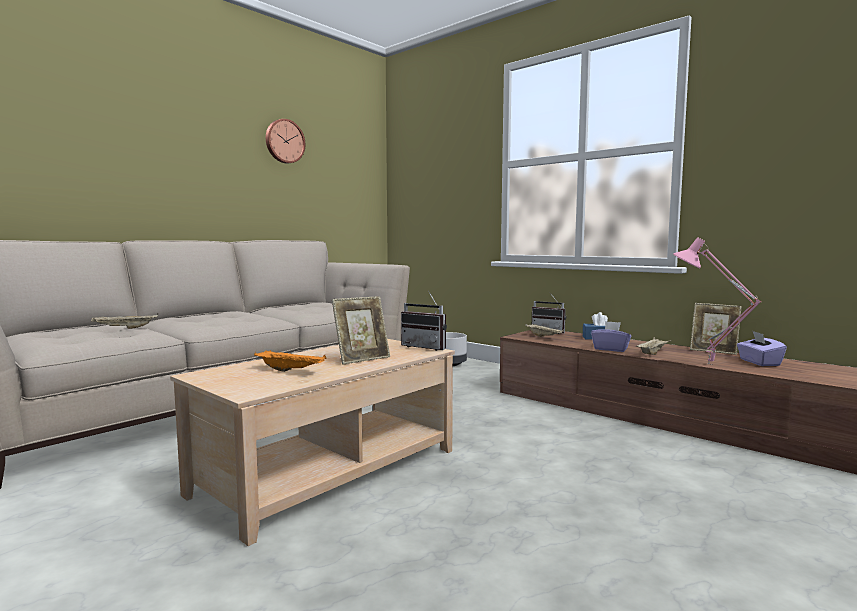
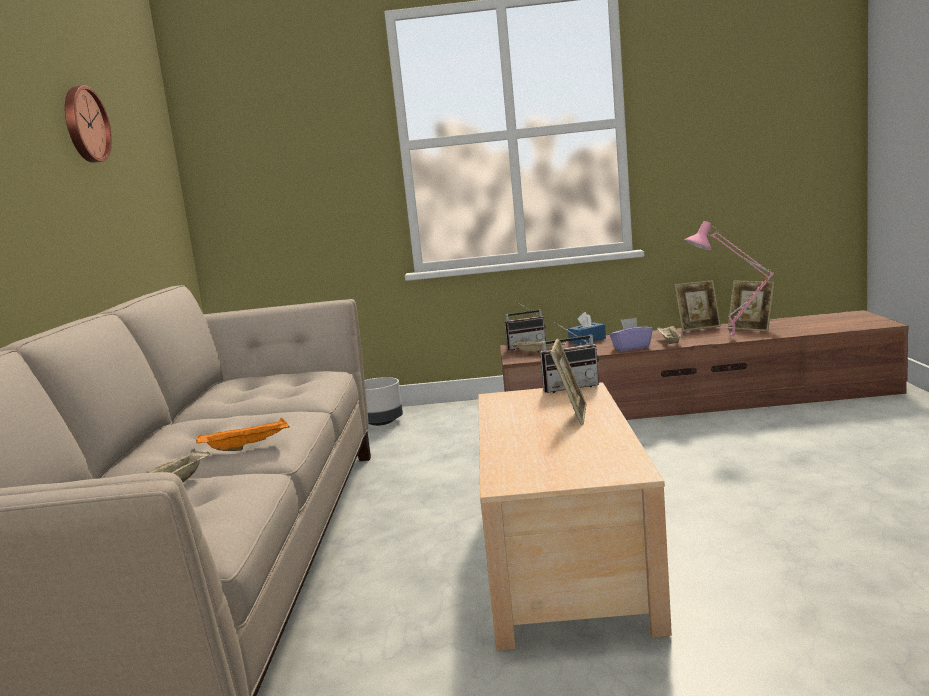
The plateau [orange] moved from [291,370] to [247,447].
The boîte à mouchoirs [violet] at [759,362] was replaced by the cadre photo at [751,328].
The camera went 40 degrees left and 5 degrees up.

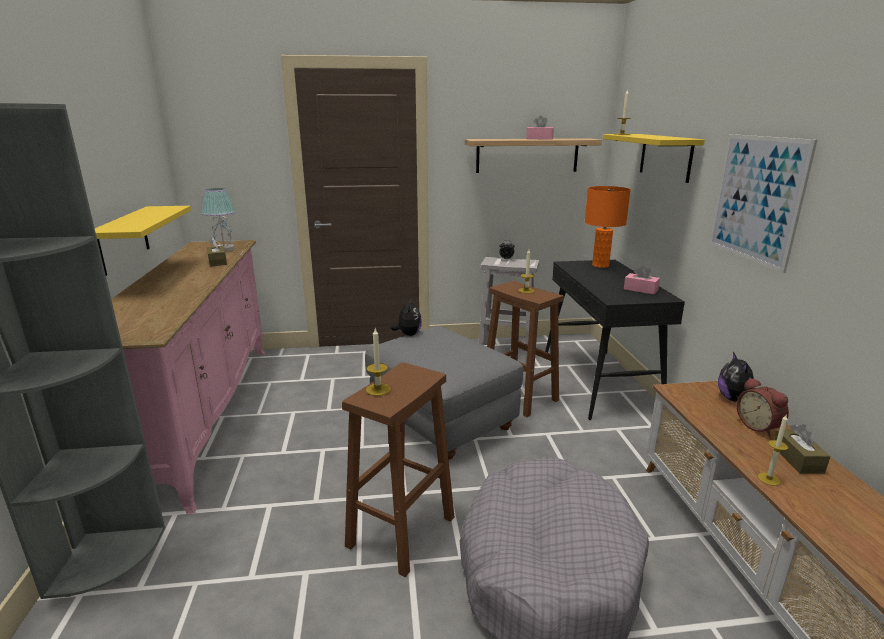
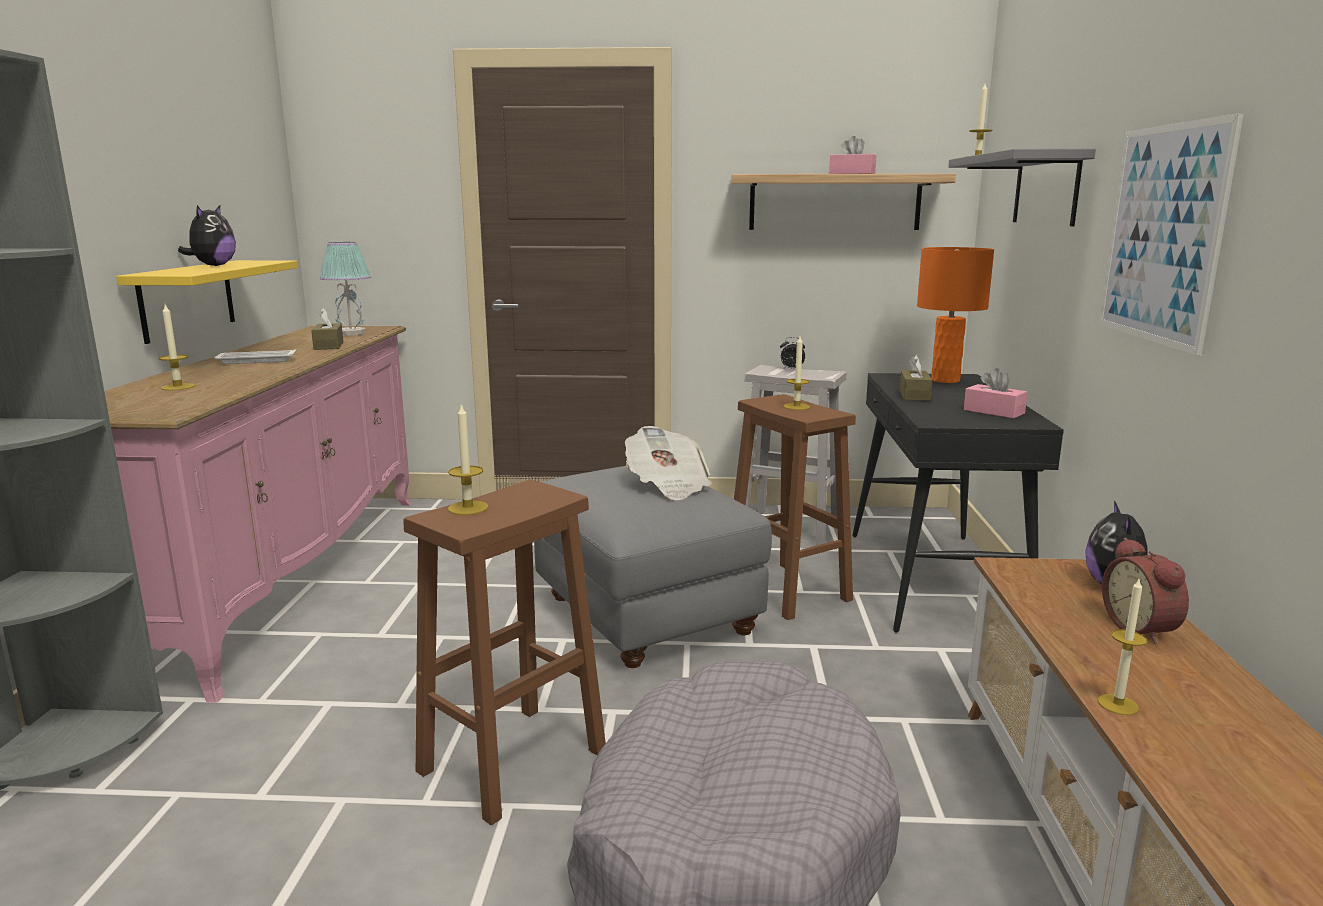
The peluche moved from [408,334] to [213,266].
The étagère [jaune] at [665,157] became the étagère [gris] at [1046,189].
The boîte à mouchoirs [marron] moved from [797,459] to [914,395].
The bougie at [178,387] appeared.
The plateau [blanc] at [255,361] appeared.
The journal at [667,486] appeared.
The camera went 10 degrees right and 5 degrees down.

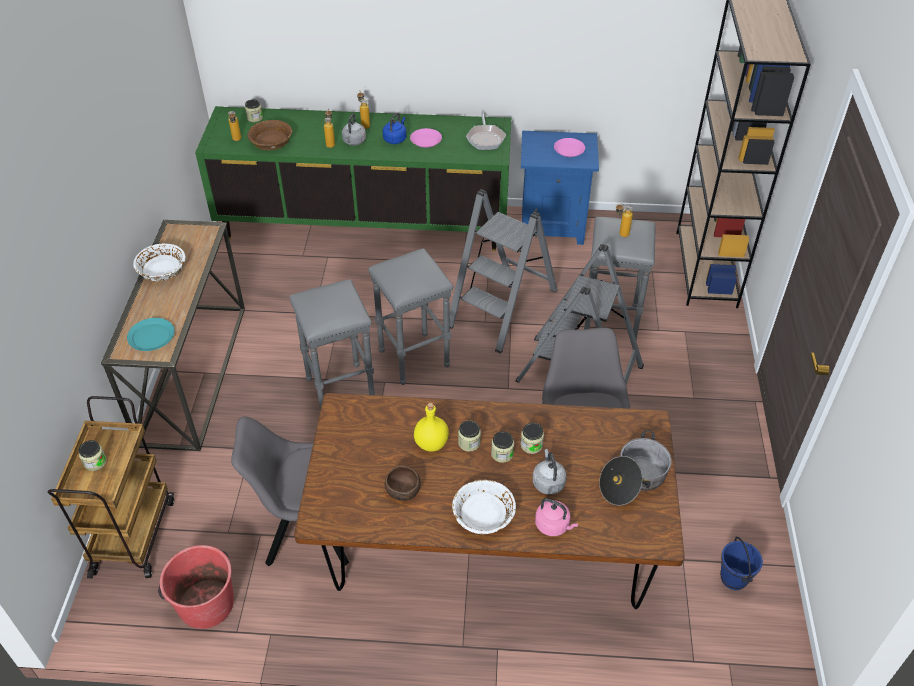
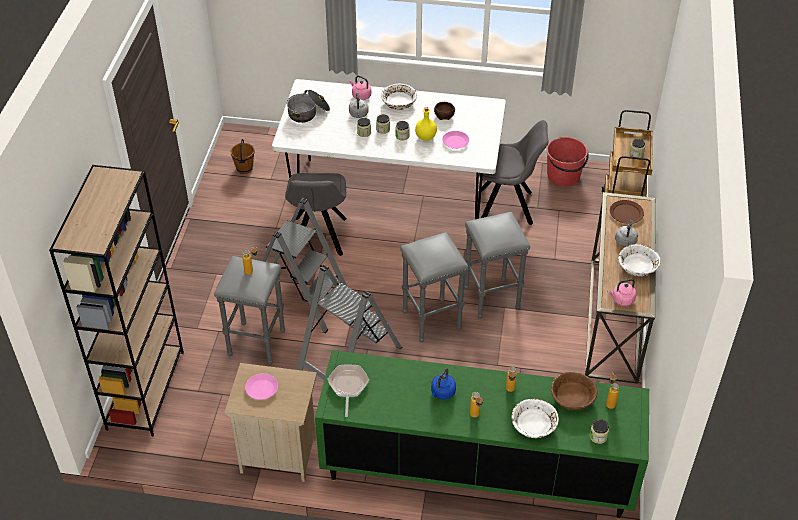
The assiette [turquoise] at [151,336] became the assiette [marron] at [626,213].
The table à manger [marron] at [487,553] became the table à manger [blanc] at [392,189].
The bouilloire [gris] moved from [354,142] to [625,240].
The assiette [rose] moved from [425,141] to [456,142].
The table de chevet [bleu] at [553,227] became the table de chevet [beige] at [278,452].
The seau [bleu] at [734,578] became the seau [marron] at [244,168].
The bol [blanc] at [534,424] appeared.
The bouilloire [rose] at [621,300] appeared.
The camera went 175 degrees left and 0 degrees up.

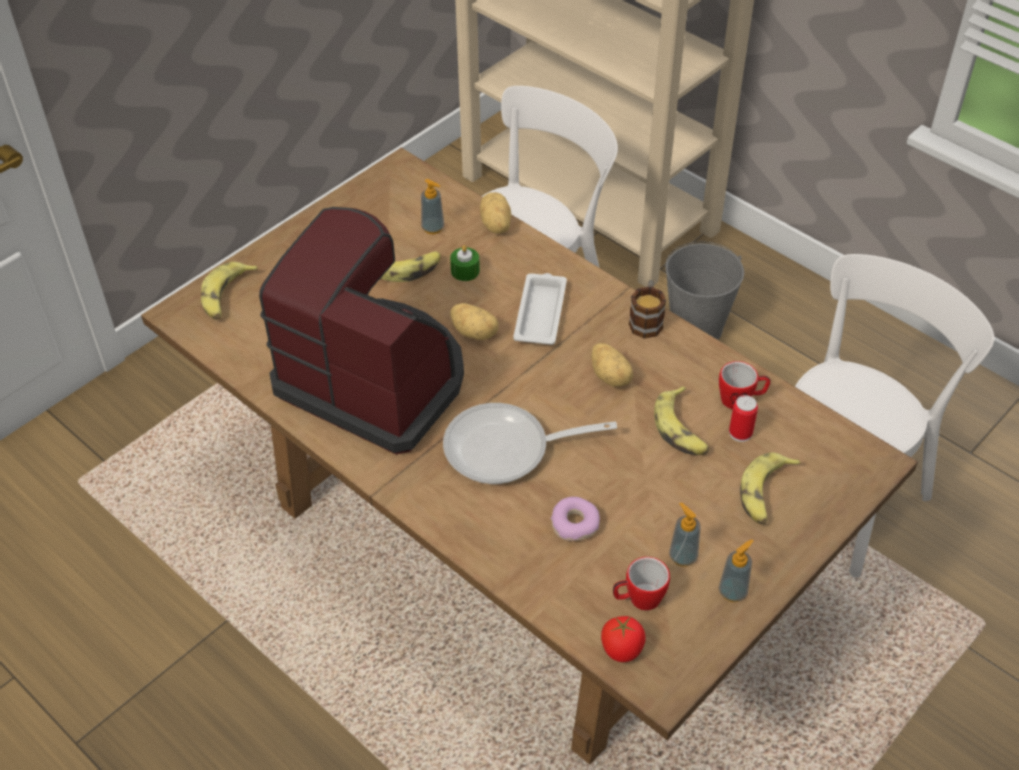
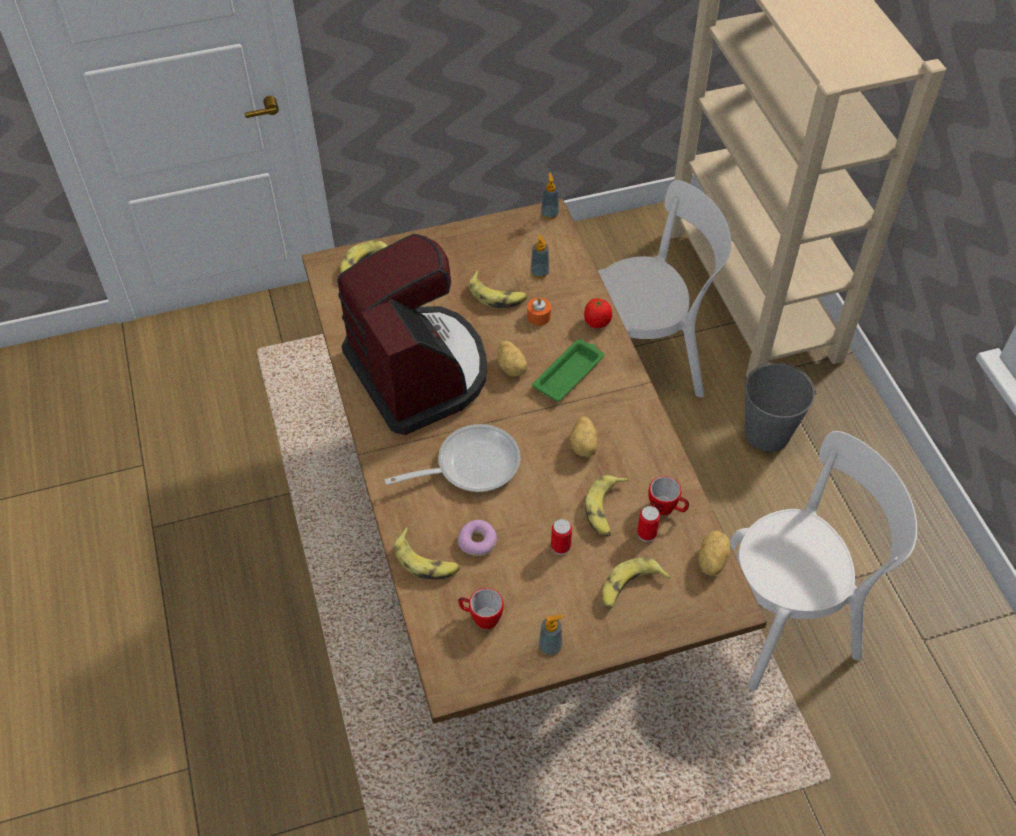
The poêle at [506,450] turned 135 degrees clockwise.
The bougie [vert] at [465,271] became the bougie [orange] at [538,316].
The pomme de terre moved from [495,225] to [711,561].
The plateau [blanc] at [540,312] became the plateau [vert] at [569,373].
The tomate moved from [622,649] to [597,322].
The mug at [646,320] disappeared.
The distributeur de savon moved from [683,556] to [549,214].
The banane at [426,561] appeared.
The boîte métallique at [560,546] appeared.
The camera went 30 degrees right and 5 degrees up.

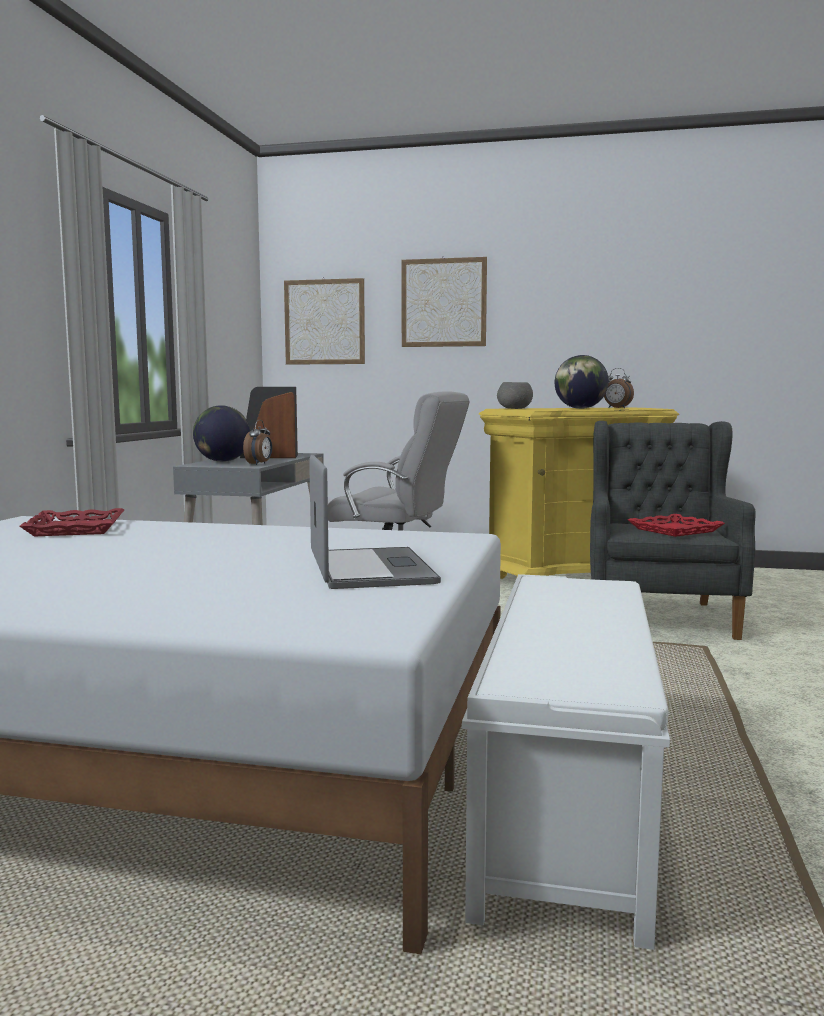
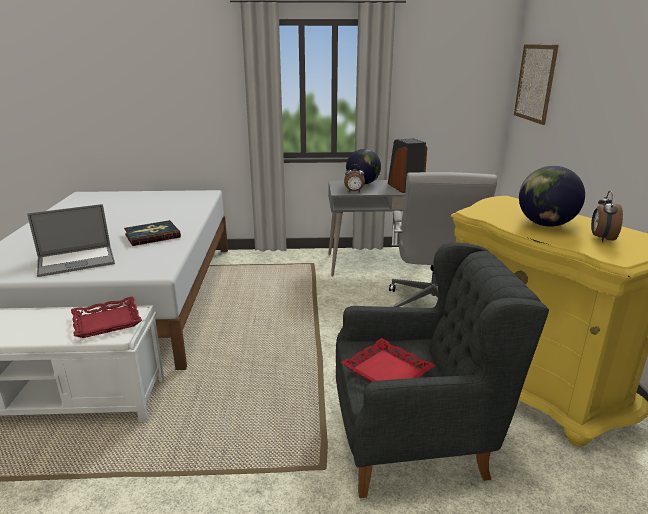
The plateau [rouge] moved from [76,529] to [107,322].
The tableau at [443,301] disappeared.
The bol [gris] at [515,408] disappeared.
The livre at [152,235] appeared.
The camera went 75 degrees right and 15 degrees up.

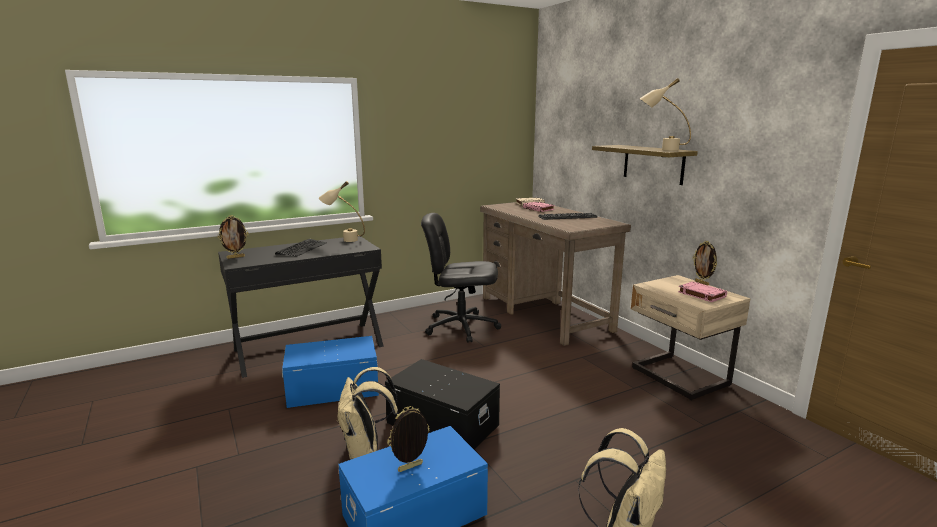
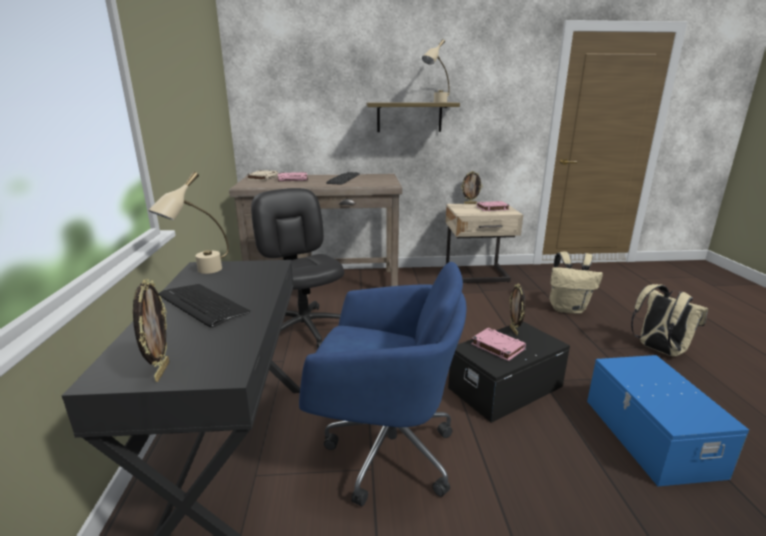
The boîte de rangement [bleu] at [332,387] was replaced by the chaise de bureau [bleu] at [384,453].
The sac à dos [beige] moved from [366,450] to [568,309].
The cadre photo moved from [410,468] to [514,331].
The chaise de bureau [noir] at [461,326] turned 120 degrees clockwise.
The livre [rose] at [497,346] appeared.
The camera went 65 degrees left and 5 degrees up.

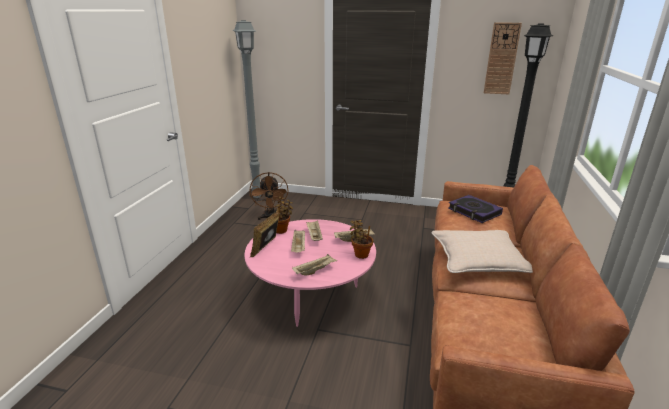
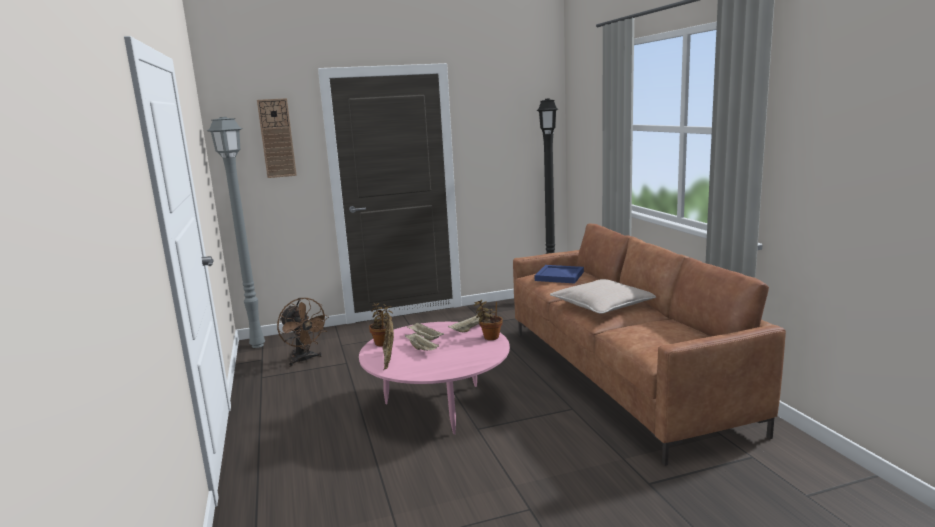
The plateau [beige] at [315,271] disappeared.
The livre at [474,212] was replaced by the plateau [bleu] at [560,276].
The horloge murale moved from [501,59] to [277,138].
The camera went 30 degrees left and 10 degrees down.

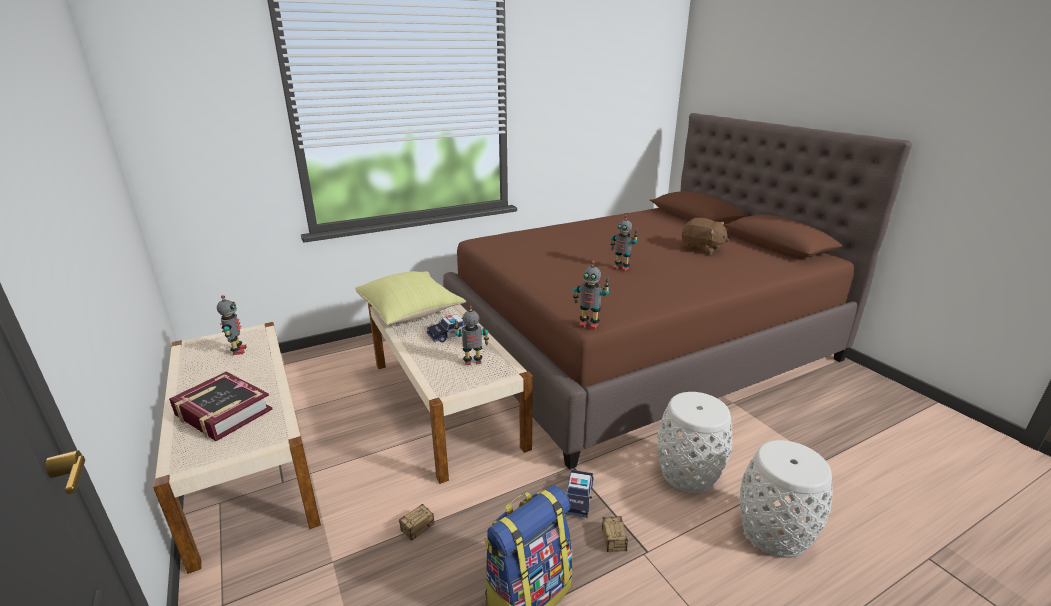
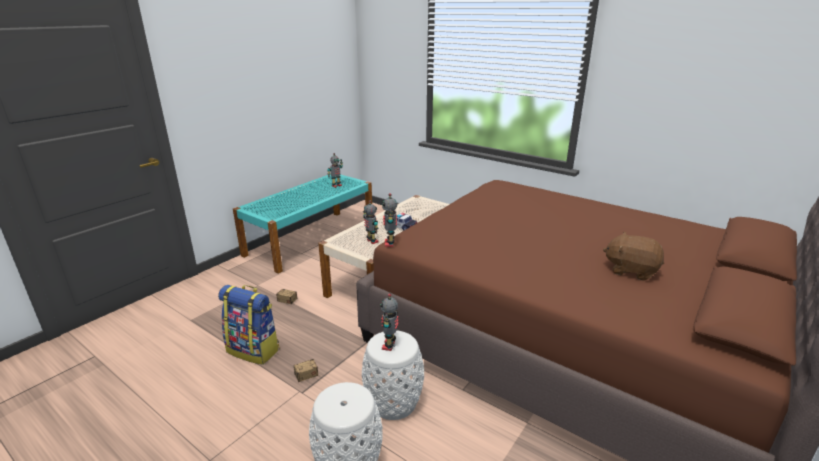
The banc [beige] at [247,460] became the banc [turquoise] at [310,239].
The livre at [223,413] disappeared.
The coussin [jaune] at [411,313] disappeared.
The petite voiture at [578,498] disappeared.
The robot jouet moved from [621,268] to [390,345].
The peluche [marron] at [702,249] turned 105 degrees clockwise.
The camera went 65 degrees right and 0 degrees up.

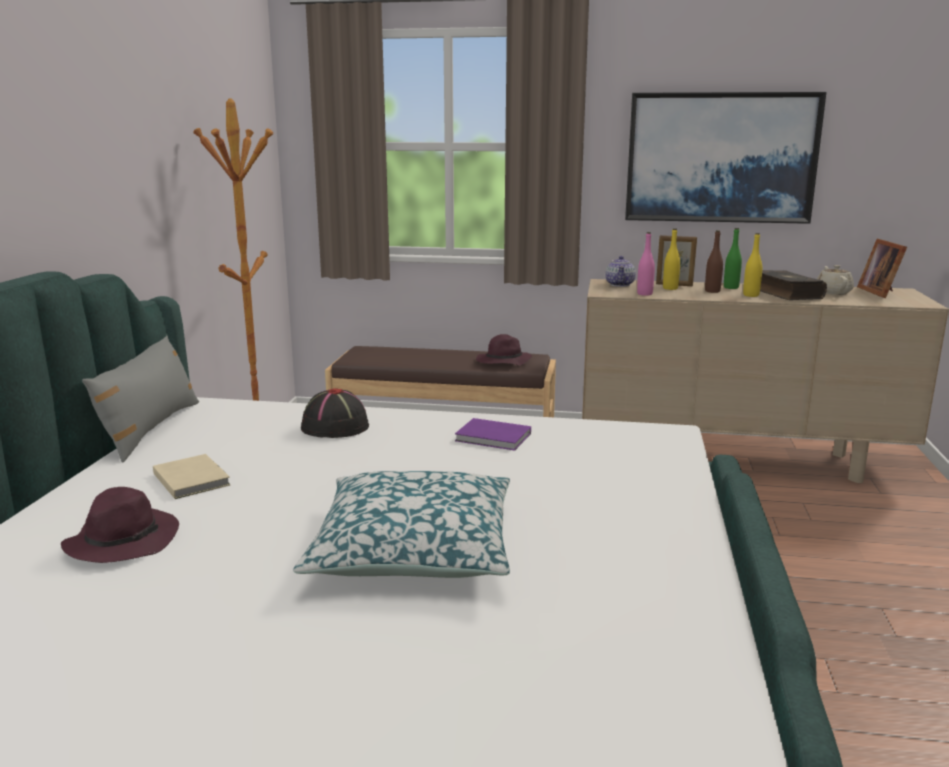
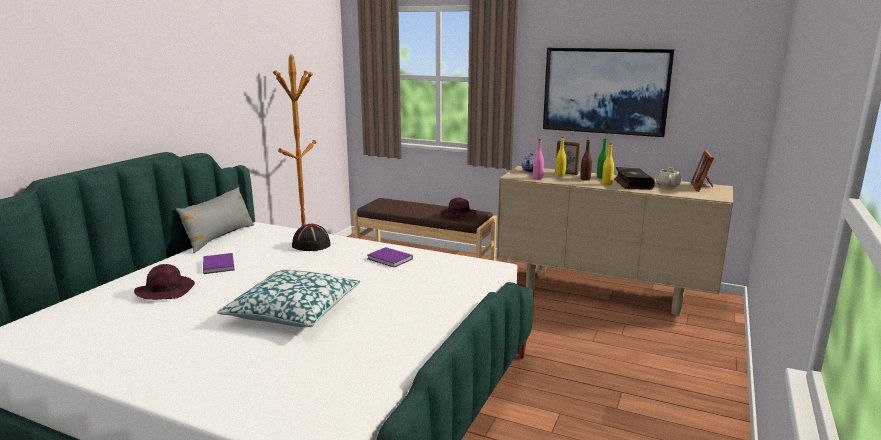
The livre [beige] at [192,478] became the livre [violet] at [219,265].
The camera went 15 degrees right and 0 degrees up.

